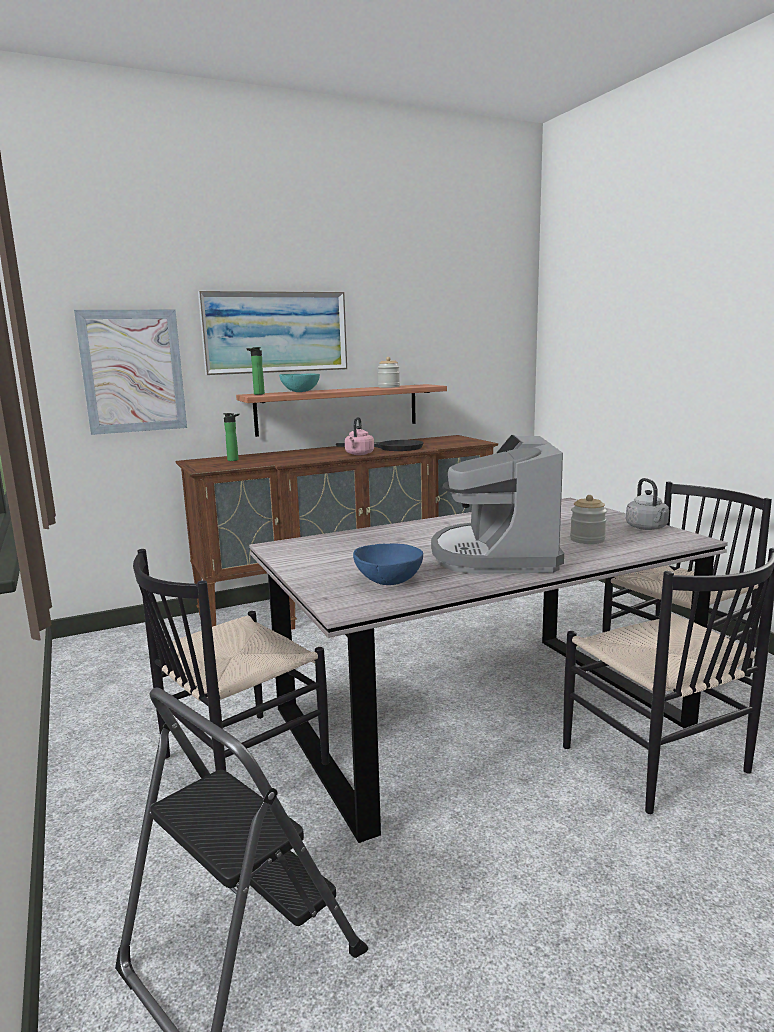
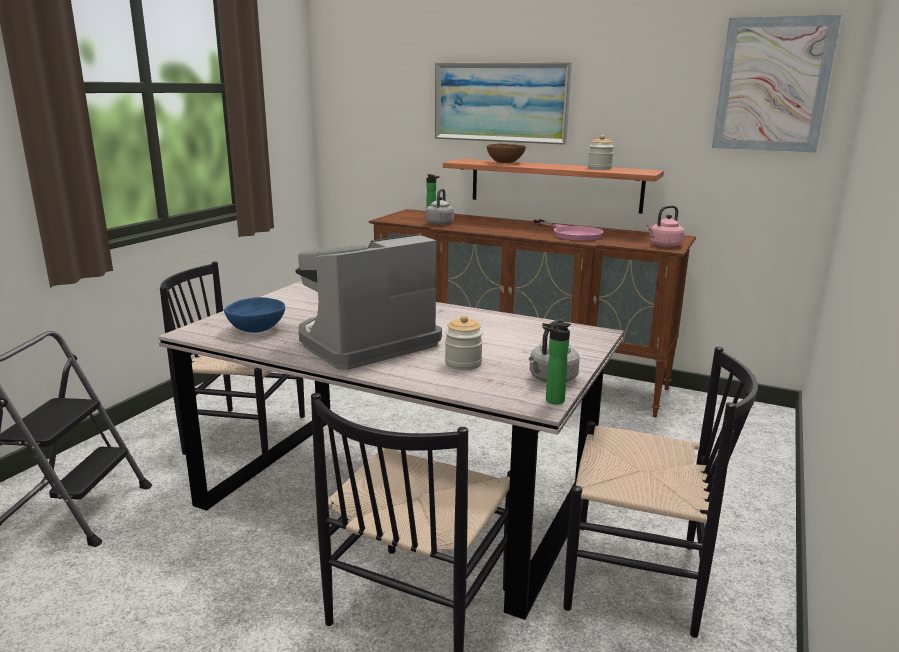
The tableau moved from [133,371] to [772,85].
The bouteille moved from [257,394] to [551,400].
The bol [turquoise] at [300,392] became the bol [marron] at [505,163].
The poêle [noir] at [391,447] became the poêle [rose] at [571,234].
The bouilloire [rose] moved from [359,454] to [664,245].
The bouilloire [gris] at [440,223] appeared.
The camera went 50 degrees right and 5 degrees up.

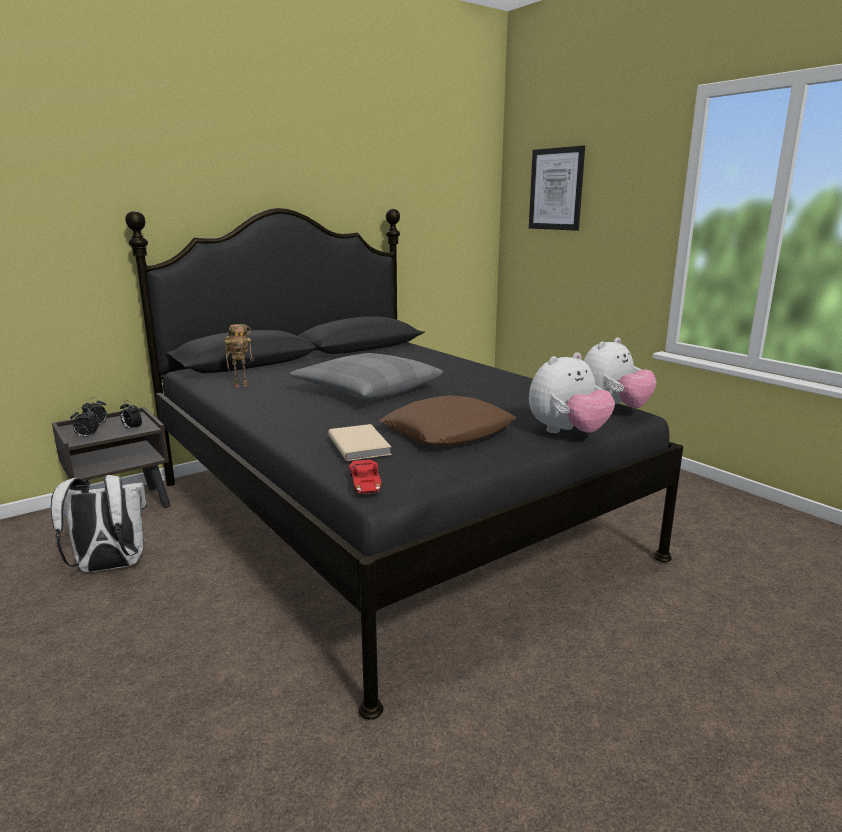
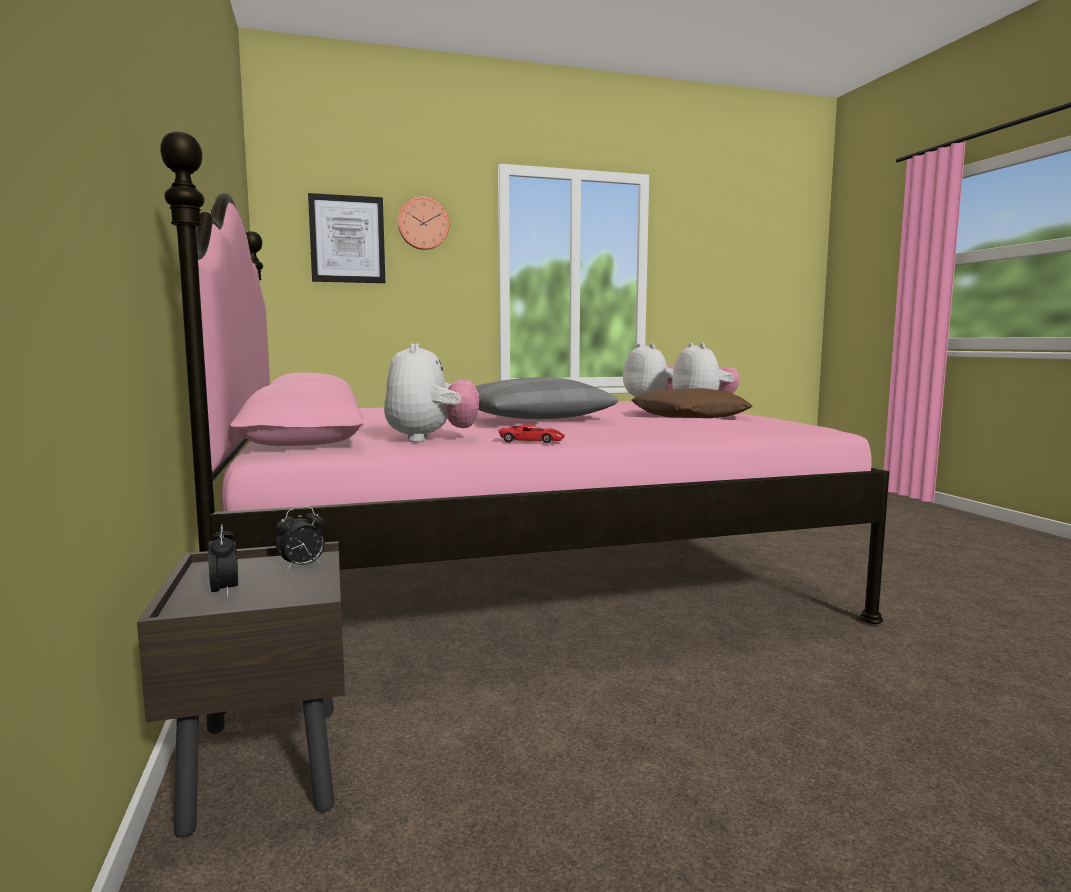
The sac à dos [blanc] at [109,567] disappeared.
The réveil at [86,437] disappeared.
The lit [noir] at [387,517] became the lit [rose] at [524,580].
The robot jouet at [241,385] was replaced by the peluche at [431,439].
The livre [beige] at [360,444] disappeared.
The petite voiture [rouge] moved from [365,482] to [532,441].
The horloge murale at [423,223] appeared.
The camera went 70 degrees left and 10 degrees down.

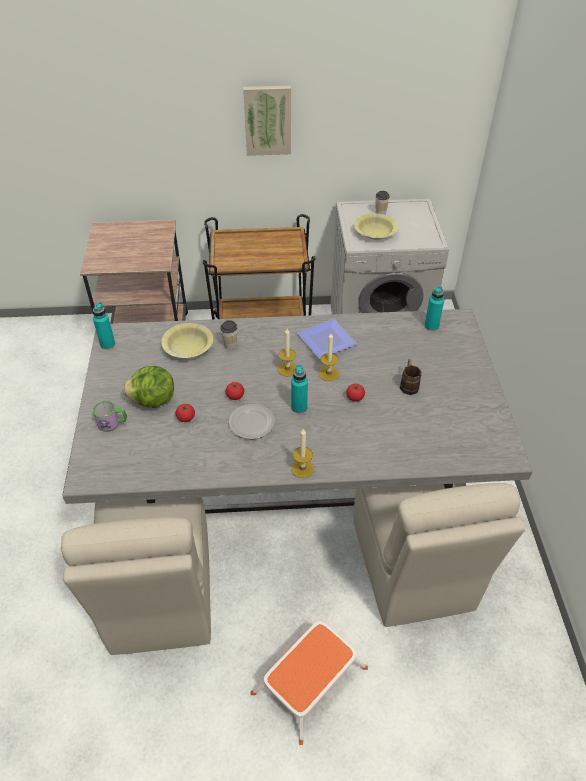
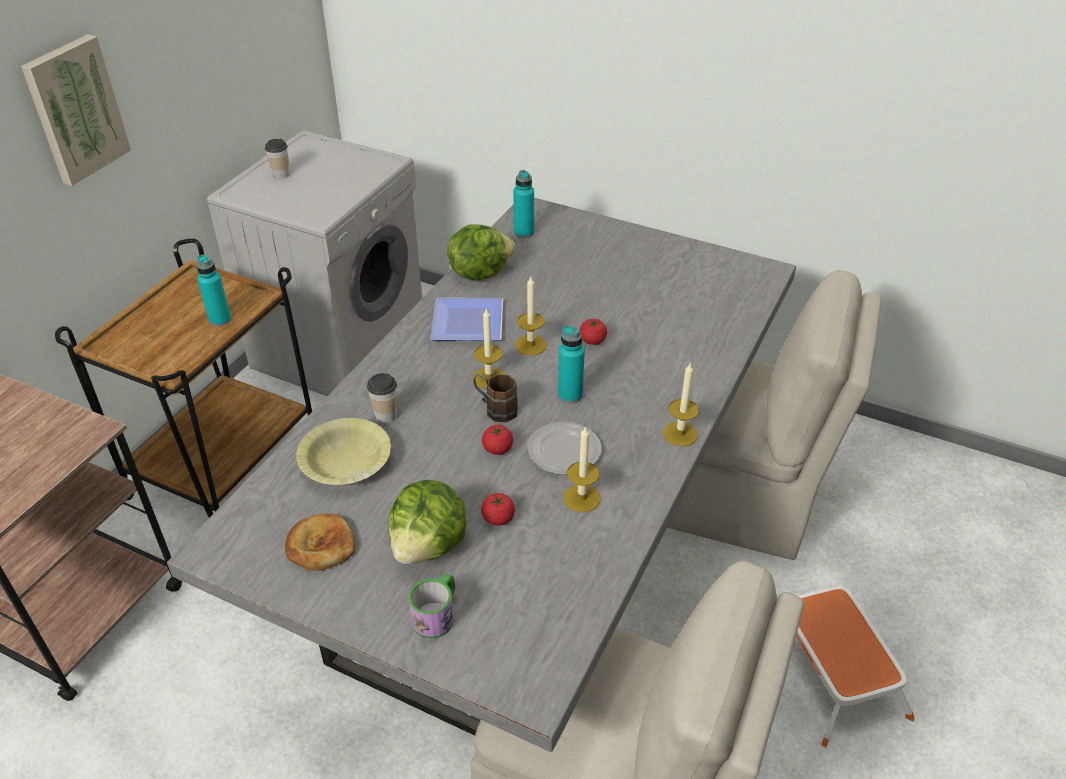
The bouteille [turquoise] moved from [107,344] to [220,319].
The bol [jaune] at [375,232] disappeared.
The mug [marron] moved from [408,384] to [495,409].
The pain at [320,546] appeared.
The laitue at [479,272] appeared.
The bougie at [581,498] appeared.
The camera went 60 degrees left and 5 degrees down.

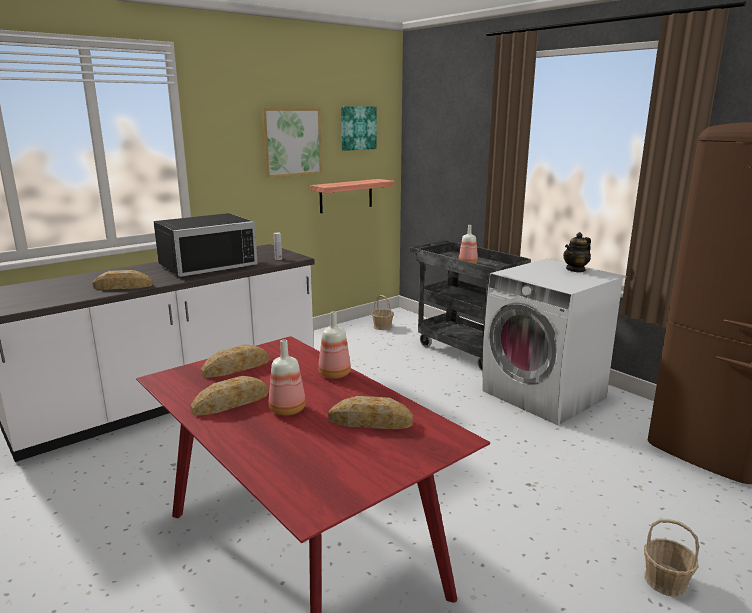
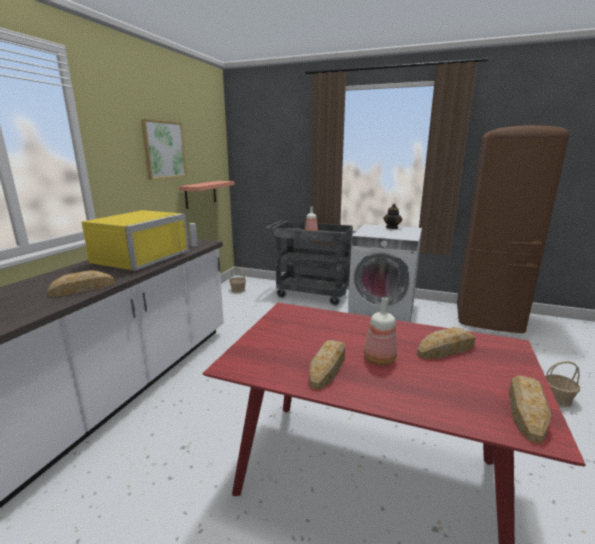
The micro-ondes [noir] at [206,265] became the micro-ondes [jaune] at [137,258].
The pain moved from [236,367] to [526,411].
The bouteille at [334,375] disappeared.
The tableau at [357,128] disappeared.
The camera went 30 degrees left and 0 degrees up.

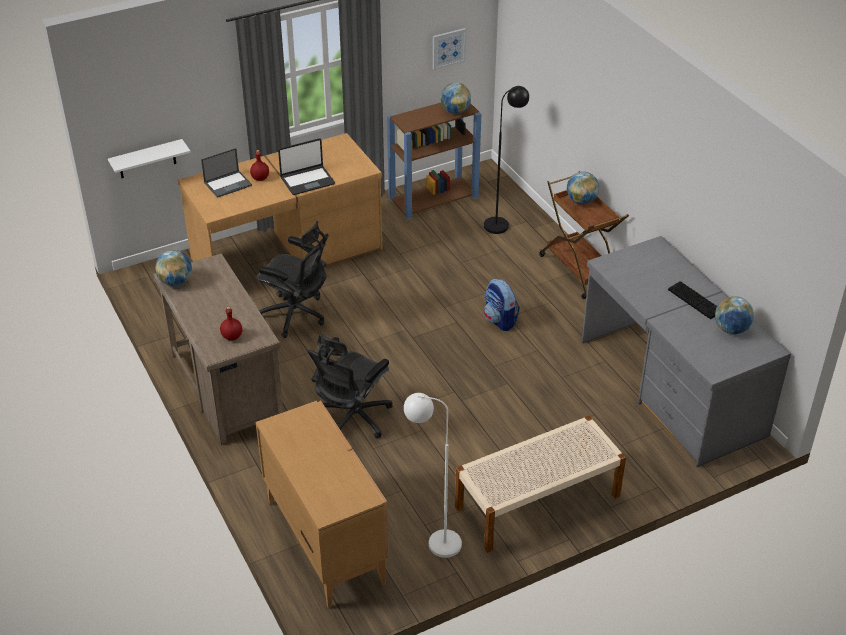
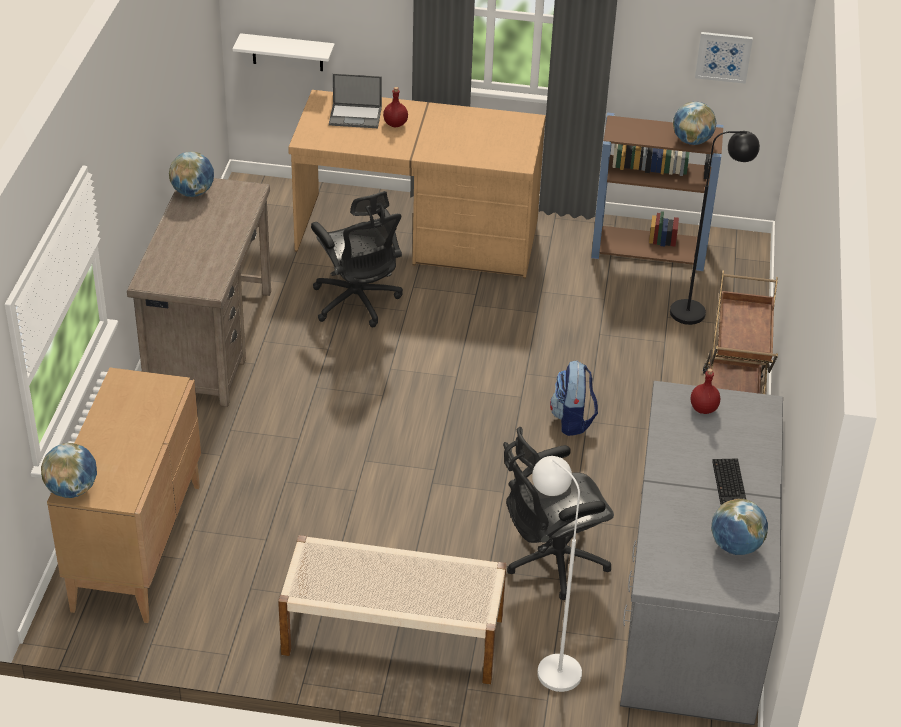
The bouteille [rouge] moved from [232,336] to [703,408].
The ordinateur portable at [307,181] disappeared.
The chaise de bureau moved from [352,419] to [551,562].
The lampadaire [blanc] moved from [434,543] to [549,666].
The globe moved from [581,201] to [72,489].
The camera went 35 degrees right and 0 degrees up.

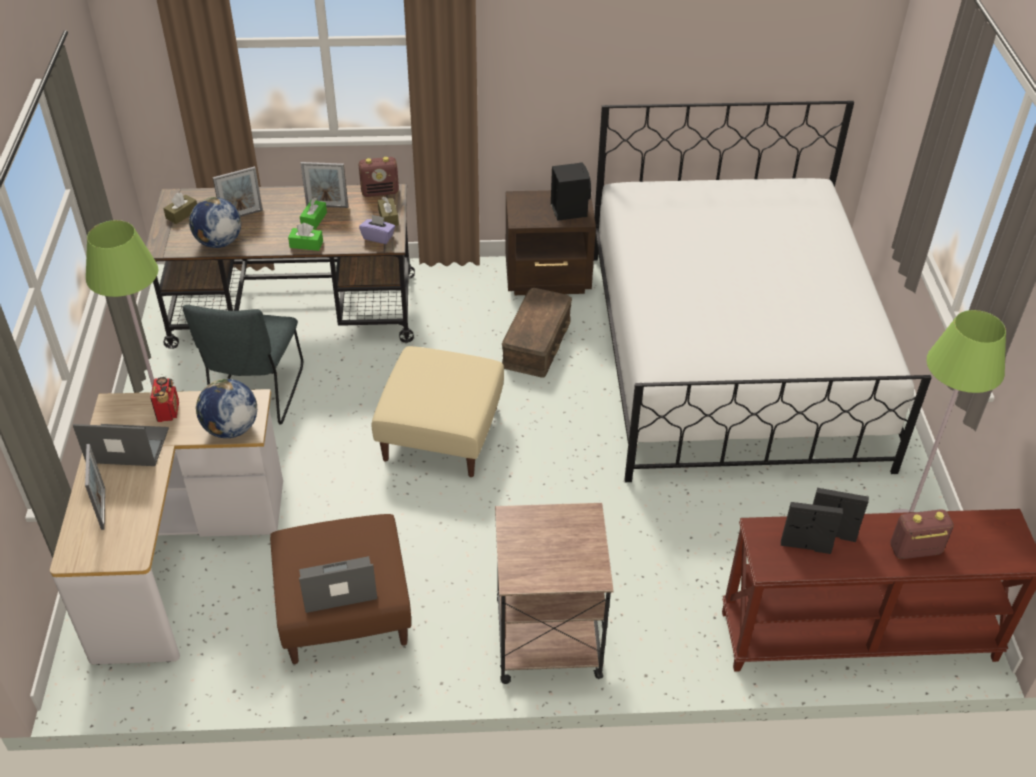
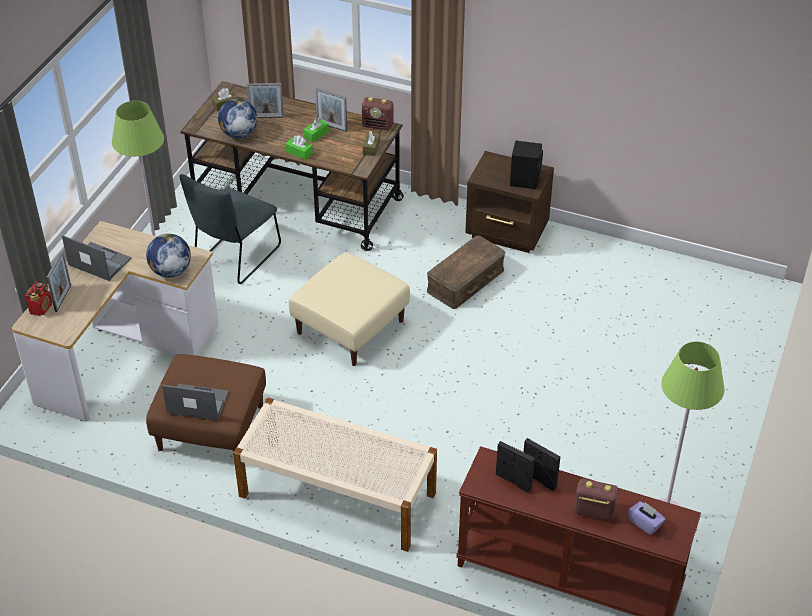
The radio moved from [168,411] to [41,308].
The boîte à mouchoirs [violet] moved from [378,237] to [645,523].
The chariot [marron] at [546,639] was replaced by the banc [beige] at [337,495].
The lit [blanc] at [730,355] disappeared.
The camera went 25 degrees right and 0 degrees up.

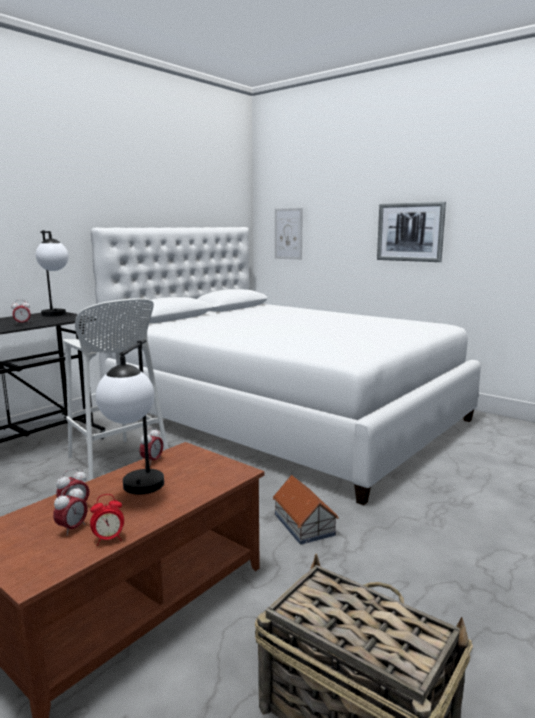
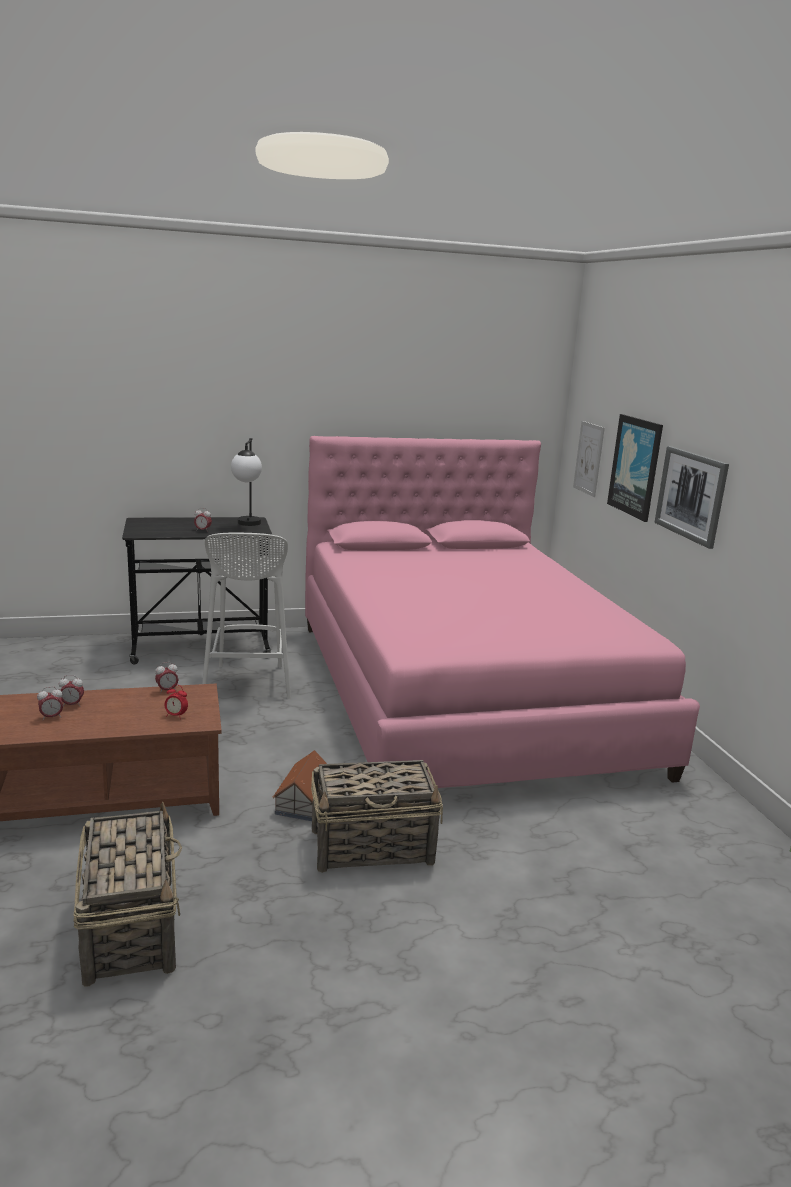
The réveil moved from [109,539] to [176,716].
The lit [blanc] at [283,415] became the lit [rose] at [463,693].
The lampe de table at [137,493] disappeared.
The panier at [373,846] appeared.
The tableau at [635,466] appeared.
The camera went 35 degrees right and 5 degrees up.

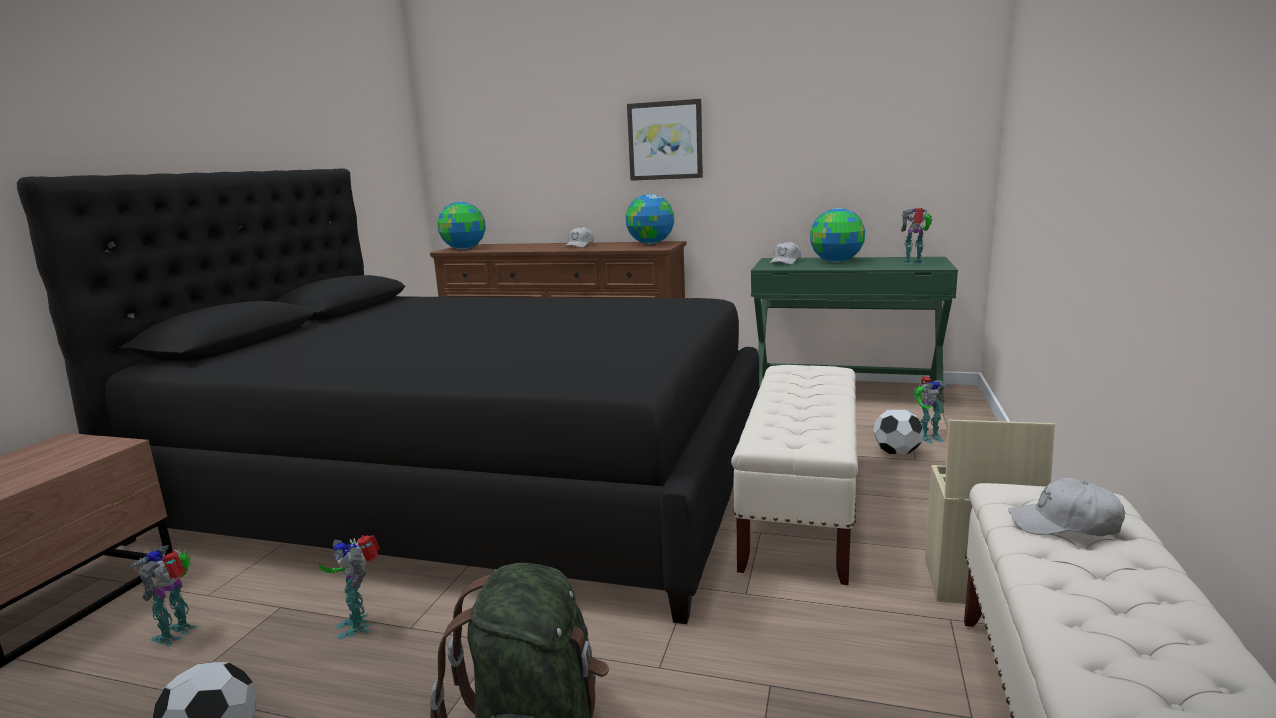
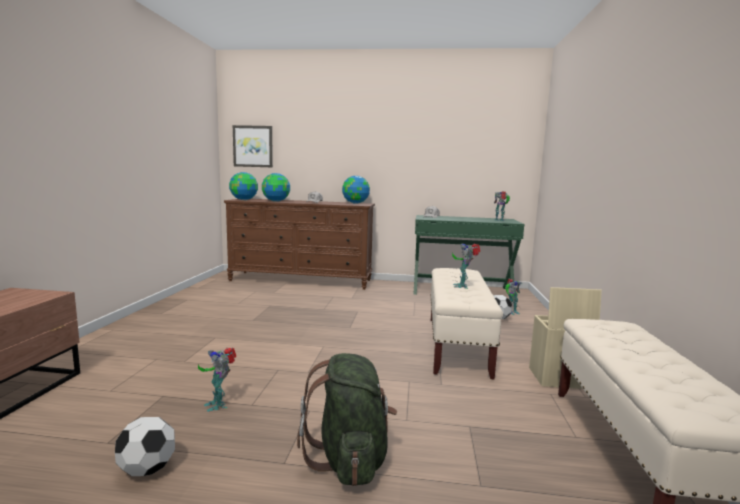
The lit [noir] at [476,481] disappeared.
The robot jouet moved from [178,633] to [462,286].
The tableau moved from [665,140] to [253,146].
The globe moved from [837,261] to [276,201].
The casquette [blanc] at [1064,524] disappeared.
The camera went 10 degrees left and 5 degrees down.

